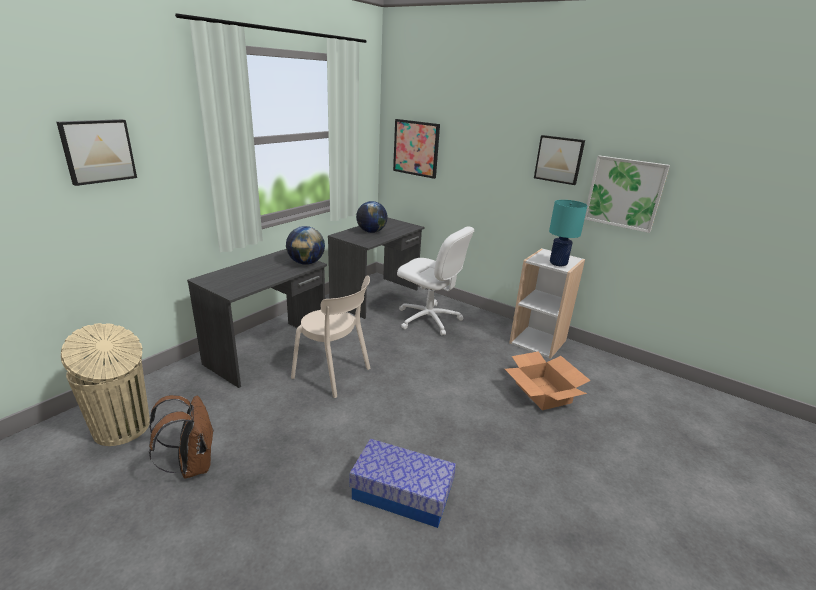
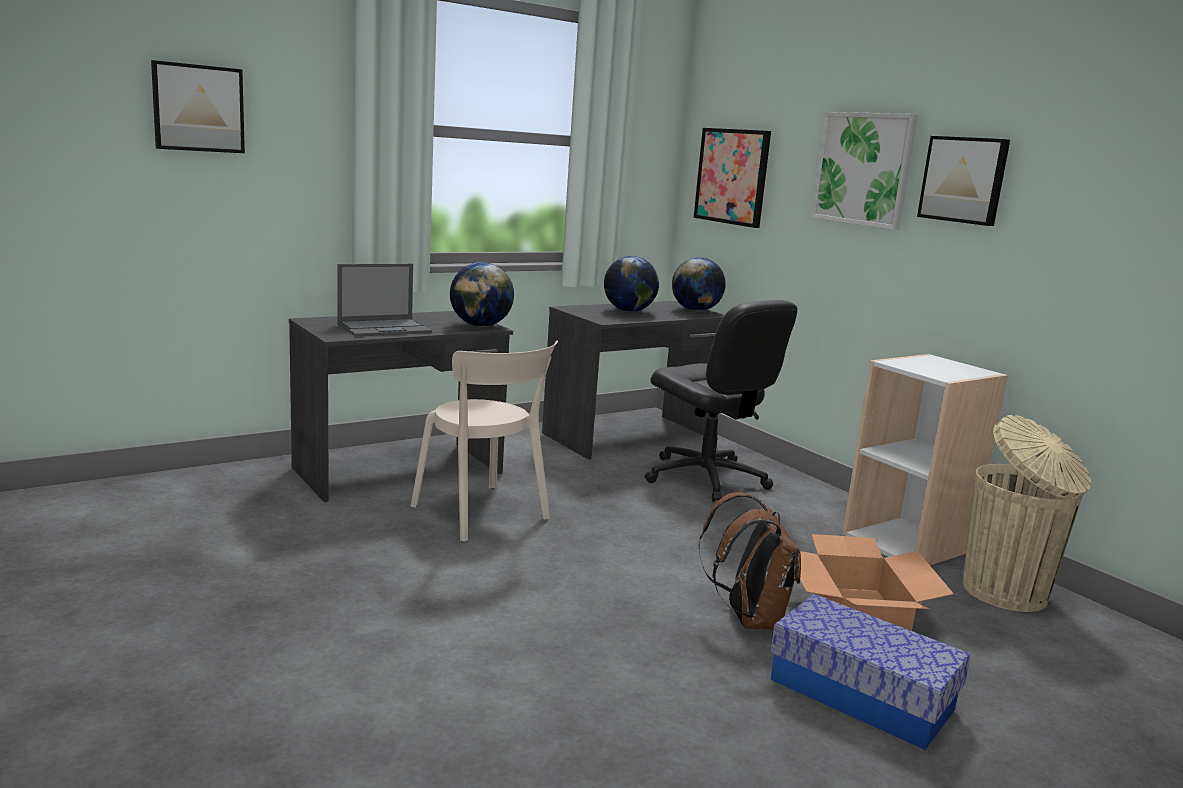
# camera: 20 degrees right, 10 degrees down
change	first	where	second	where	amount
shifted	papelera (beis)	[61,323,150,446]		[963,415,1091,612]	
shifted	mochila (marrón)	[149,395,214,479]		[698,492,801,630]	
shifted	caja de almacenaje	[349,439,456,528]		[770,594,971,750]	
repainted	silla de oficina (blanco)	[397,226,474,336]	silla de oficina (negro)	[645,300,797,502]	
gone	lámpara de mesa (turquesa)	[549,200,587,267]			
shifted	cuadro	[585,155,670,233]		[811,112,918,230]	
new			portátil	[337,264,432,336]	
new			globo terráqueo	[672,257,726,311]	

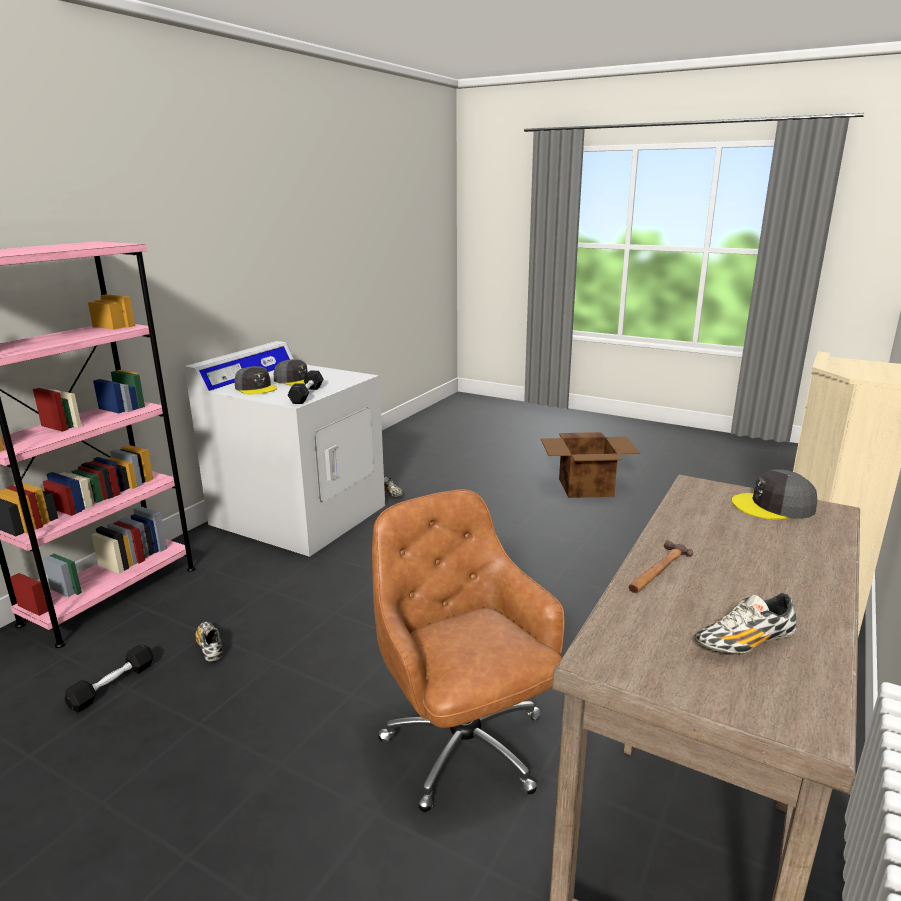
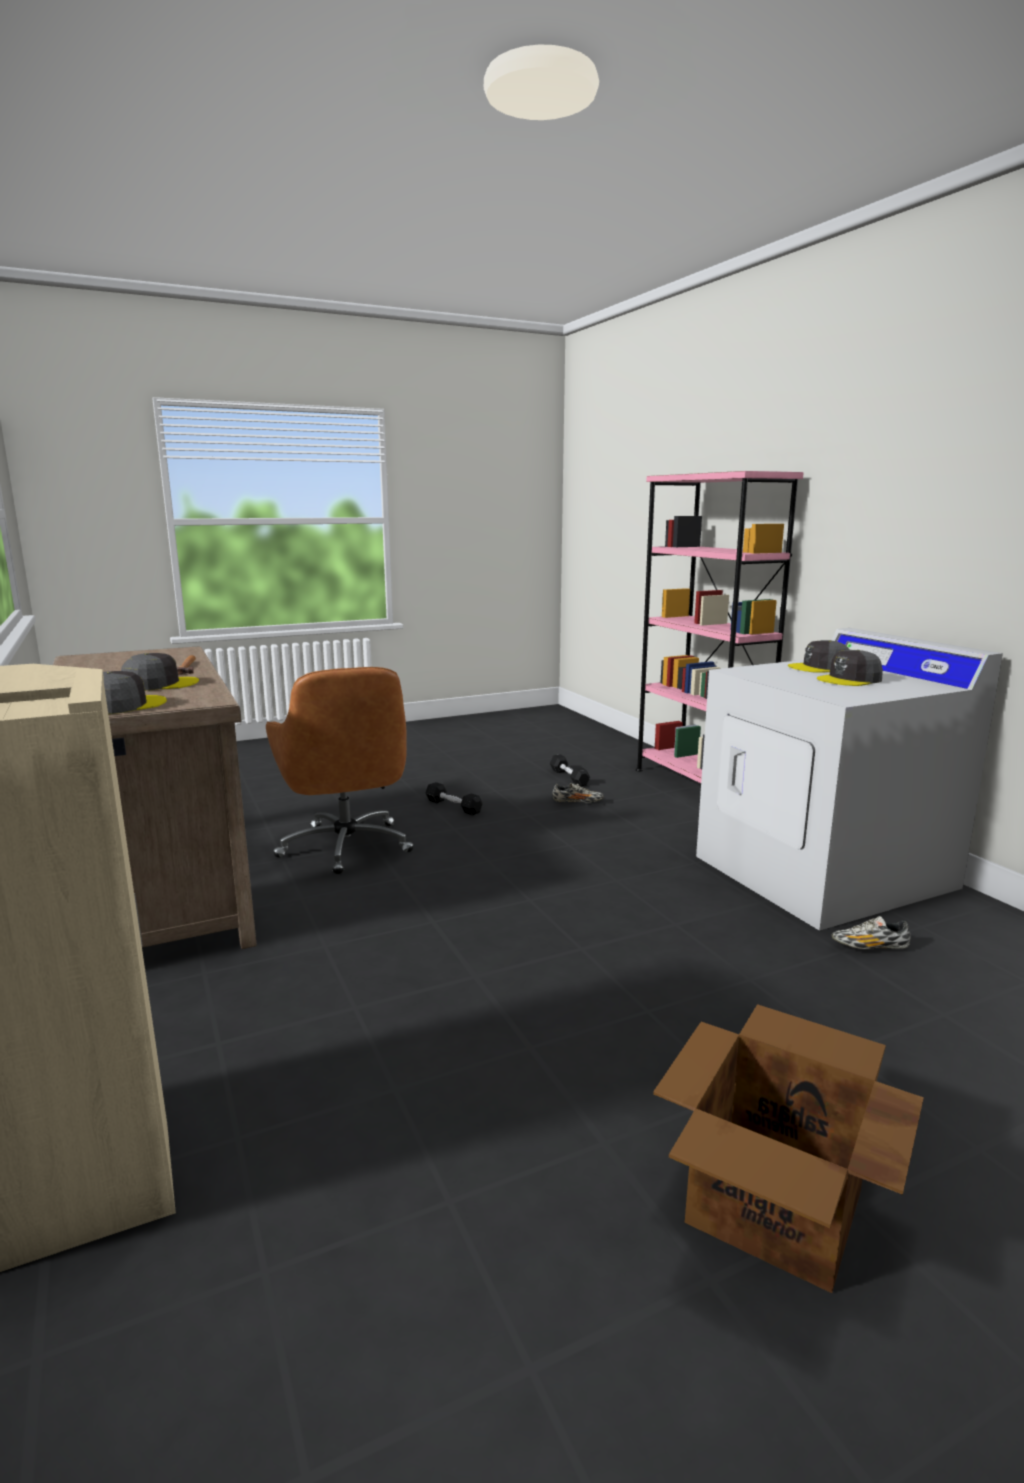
# camera: 125 degrees right, 5 degrees down
change	first	where	second	where	amount
shifted	mancuerna (negro)	[288,370,324,404]		[426,782,483,816]	
rotated	silla de oficina (marrón)	[372,489,565,812]		[266,667,413,874]	60 degrees clockwise
gone	zapato	[695,593,797,654]			
new			gorra (gris)	[121,653,199,691]	

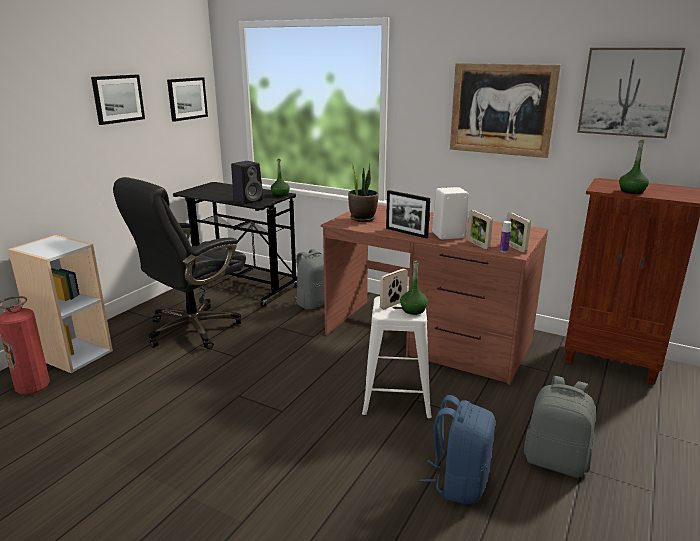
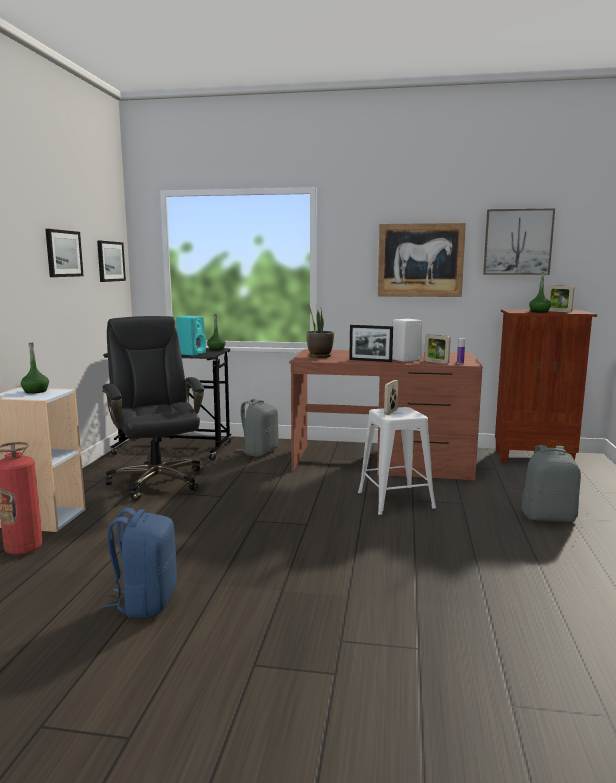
# camera: 20 degrees left, 10 degrees down
change	first	where	second	where	amount
rotated	silla de oficina (negro)	[113,177,246,349]		[102,316,204,501]	135 degrees clockwise
repainted	altavoz (negro)	[231,161,263,204]	altavoz (turquesa)	[176,316,206,356]	
shifted	botella (verde)	[400,261,428,315]		[21,343,49,394]	
shifted	mochila (azul)	[420,395,495,504]		[102,508,177,618]	
shifted	portarretratos	[506,212,531,253]		[547,285,575,312]	

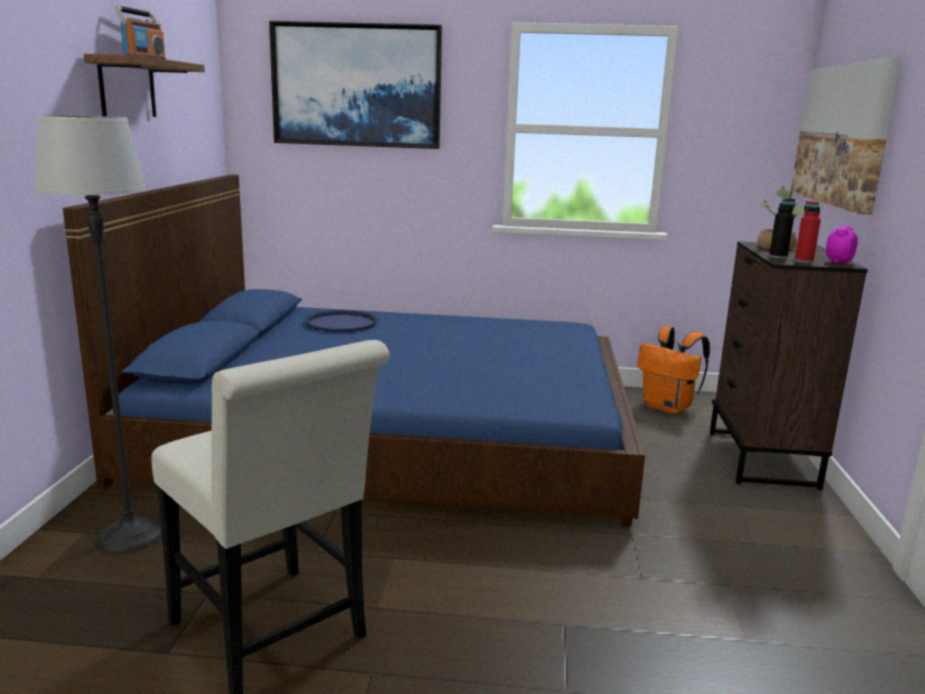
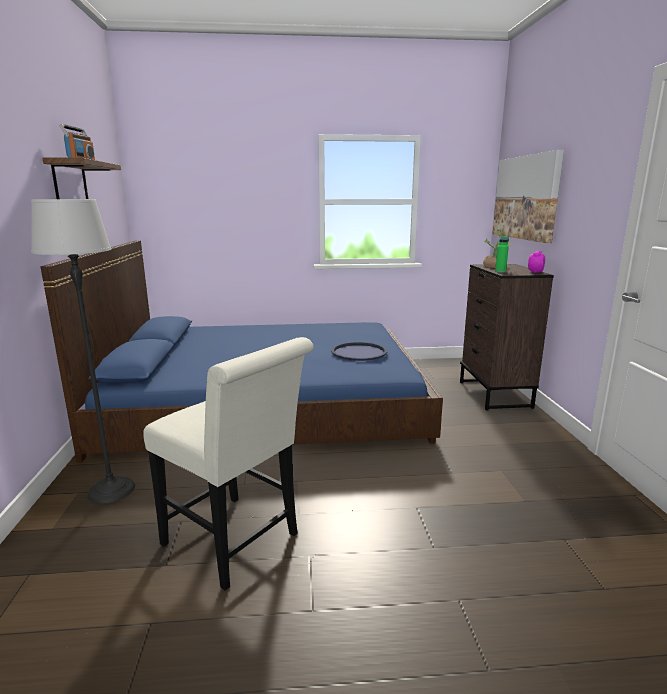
# camera: 10 degrees left, 0 degrees up
change	first	where	second	where	amount
gone	cuadro	[269,21,442,149]			
shifted	bandeja (azul)	[304,310,378,332]		[331,342,387,361]	
gone	mochila (naranja)	[637,326,710,414]			
repainted	botella (negro)	[769,198,795,259]	botella (verde)	[495,236,509,273]	
gone	botella (rojo)	[795,201,821,263]			

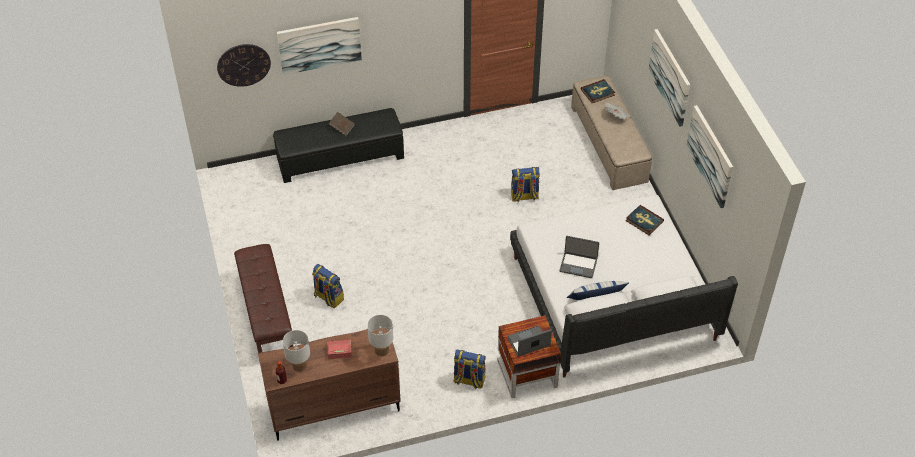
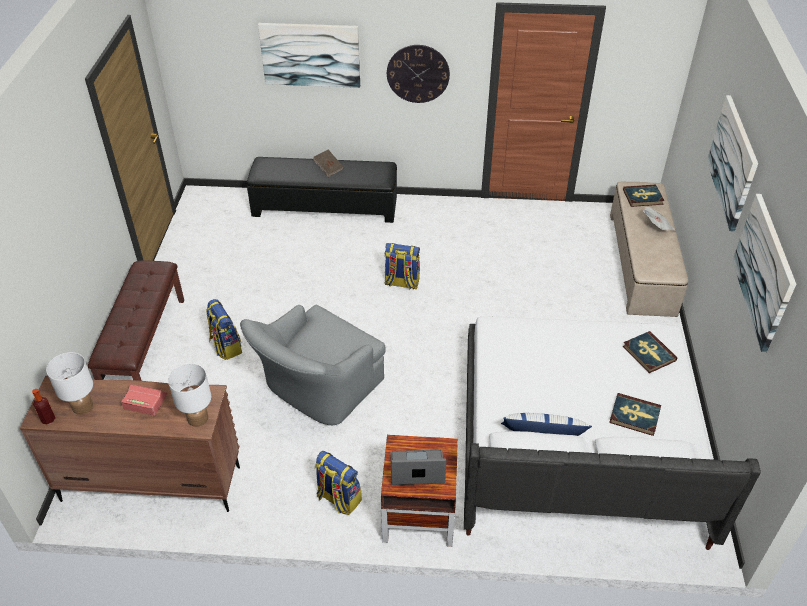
# camera: 20 degrees right, 5 degrees down
change	first	where	second	where	amount
shifted	reloj de pared	[217,44,271,87]		[387,45,450,103]	
shifted	mochila	[511,167,540,202]		[385,243,420,290]	
gone	portátil	[559,236,599,278]			
new			sillón (gris)	[240,305,386,425]	
new			libro	[609,393,661,436]	

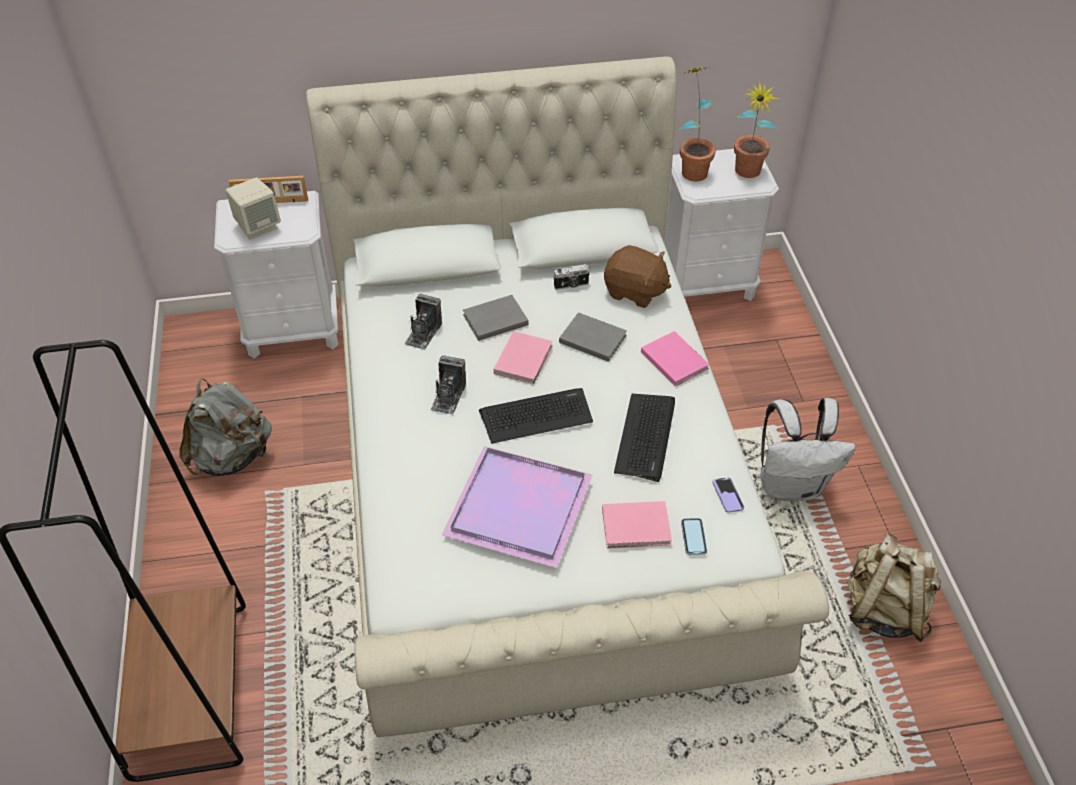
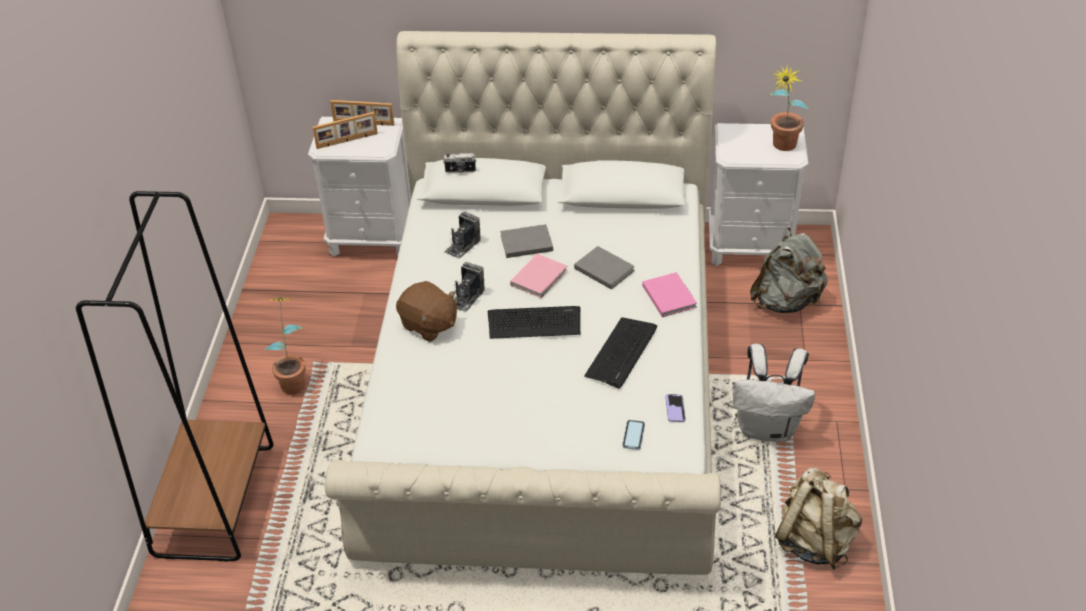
# camera: 15 degrees right, 5 degrees down
change	first	where	second	where	amount
shifted	mochila (gris)	[179,379,272,476]		[750,227,828,313]	
swapped	altavoz (beis)	[226,177,281,240]	portarretratos	[312,112,378,149]	
gone	bandeja (morado)	[442,446,592,568]			
shifted	cámara	[553,264,590,290]		[443,153,476,173]	
gone	libro (rosa)	[602,501,672,549]			
shifted	peluche (marrón)	[604,245,671,308]		[396,281,457,342]	
shifted	planta en maceta	[678,67,716,181]		[264,297,306,395]	

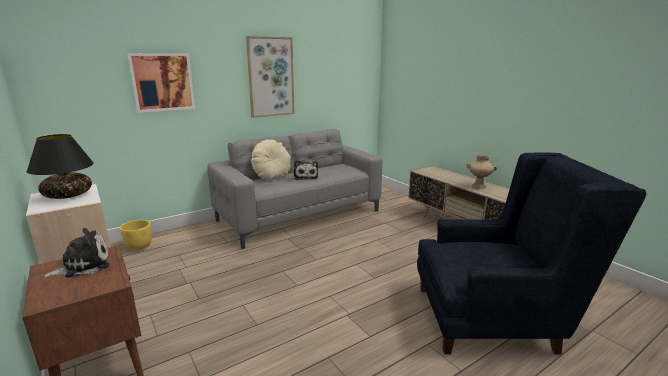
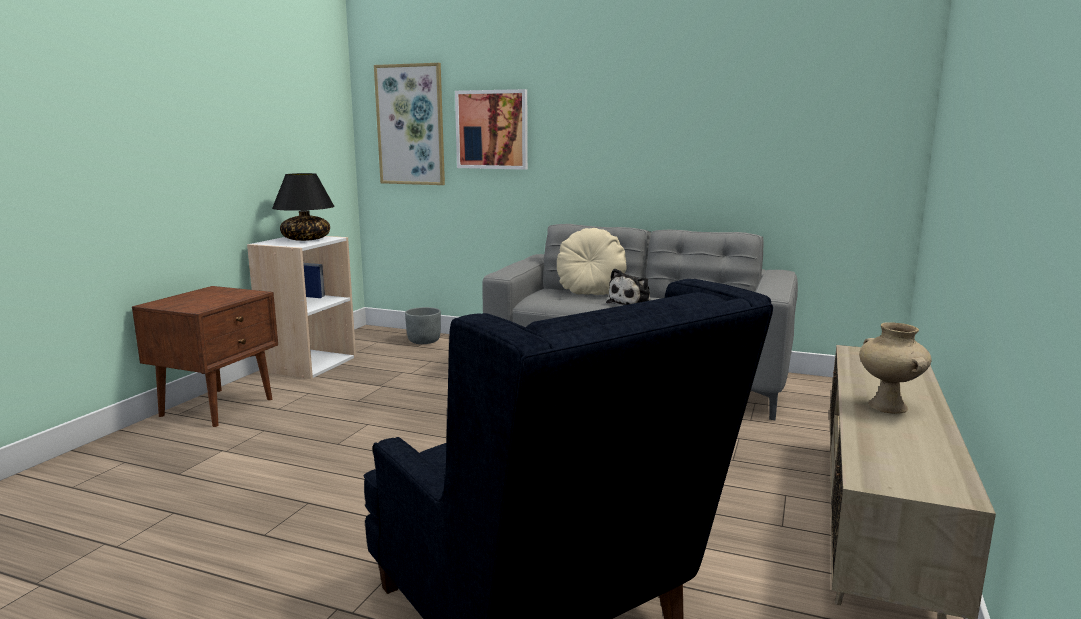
# camera: 55 degrees right, 5 degrees down
change	first	where	second	where	amount
gone	peluche	[43,228,109,278]			
repainted	maceta (amarillo)	[120,220,152,250]	maceta (gris)	[405,307,441,344]	
shifted	cuadro	[246,36,294,118]		[374,63,445,185]	

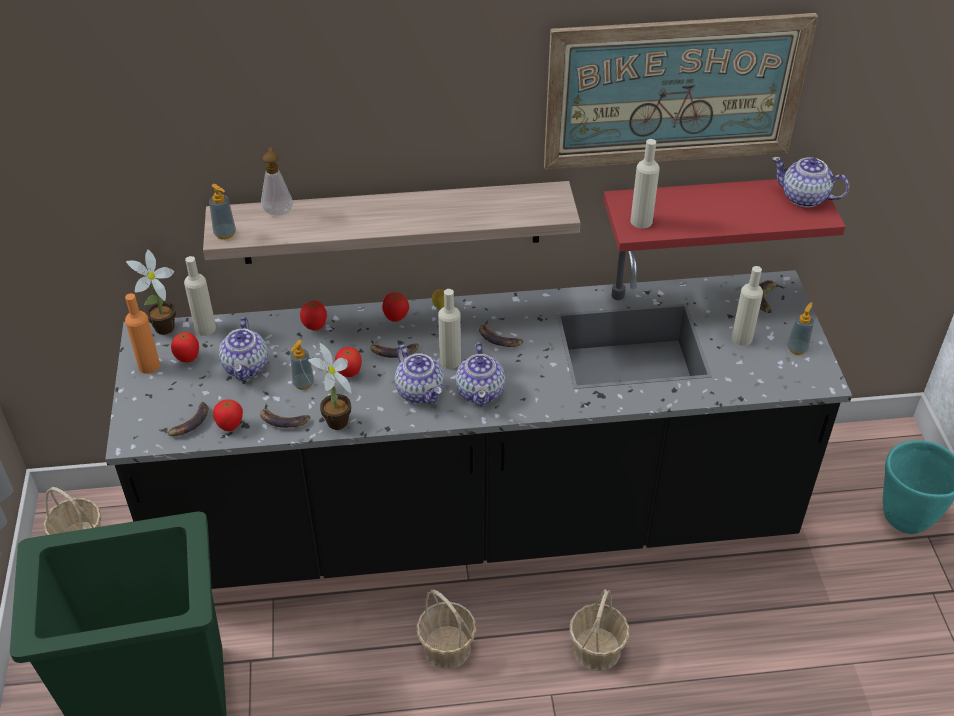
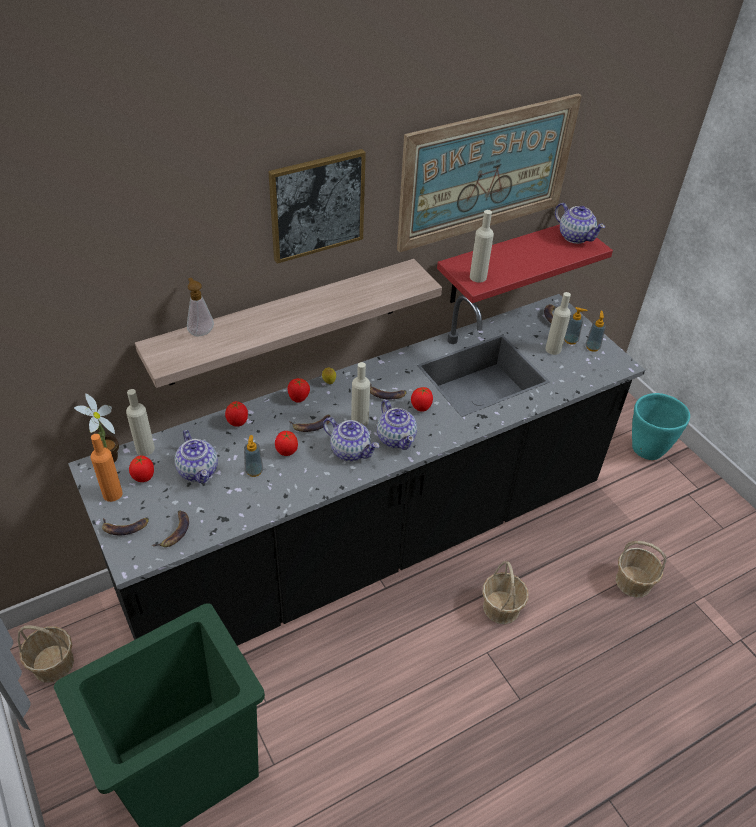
# camera: 25 degrees left, 0 degrees up
change	first	where	second	where	amount
shifted	dispensador de jabón	[209,184,236,240]		[564,307,588,345]	
shifted	tomate	[213,399,243,431]		[411,387,433,412]	
shifted	plátano	[260,403,310,428]		[102,517,149,535]	
gone	planta en maceta	[308,343,352,430]			
shifted	cesta	[416,589,477,669]		[616,541,666,598]	
rotated	tetera	[772,157,849,207]		[555,203,605,244]	135 degrees counterclockwise
new			cuadro	[268,149,366,264]	

